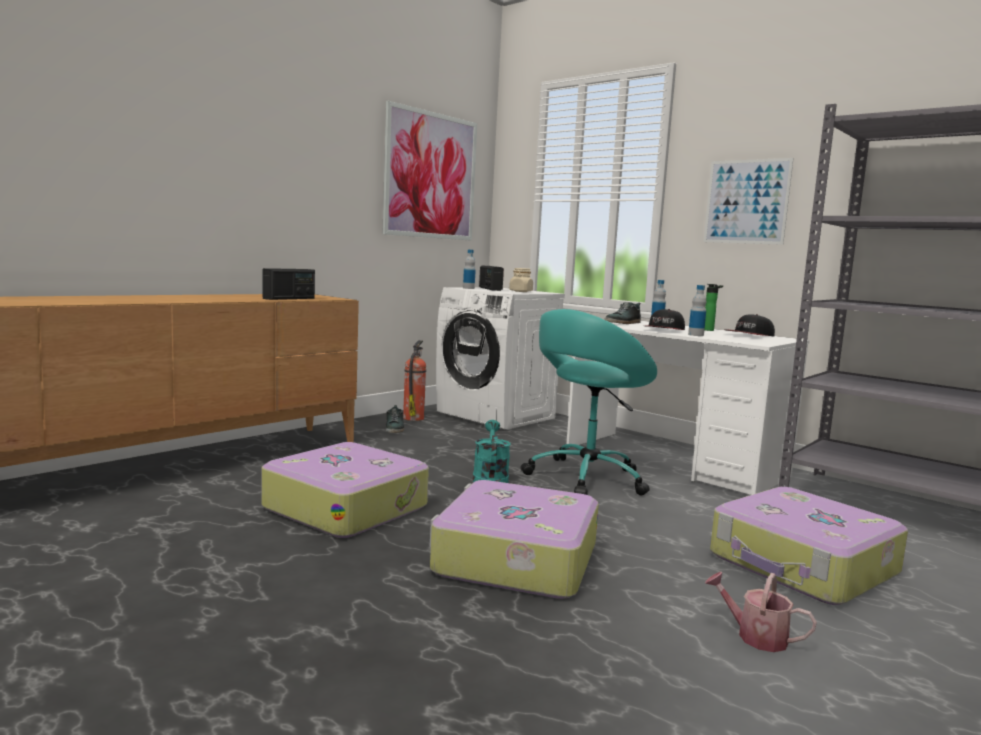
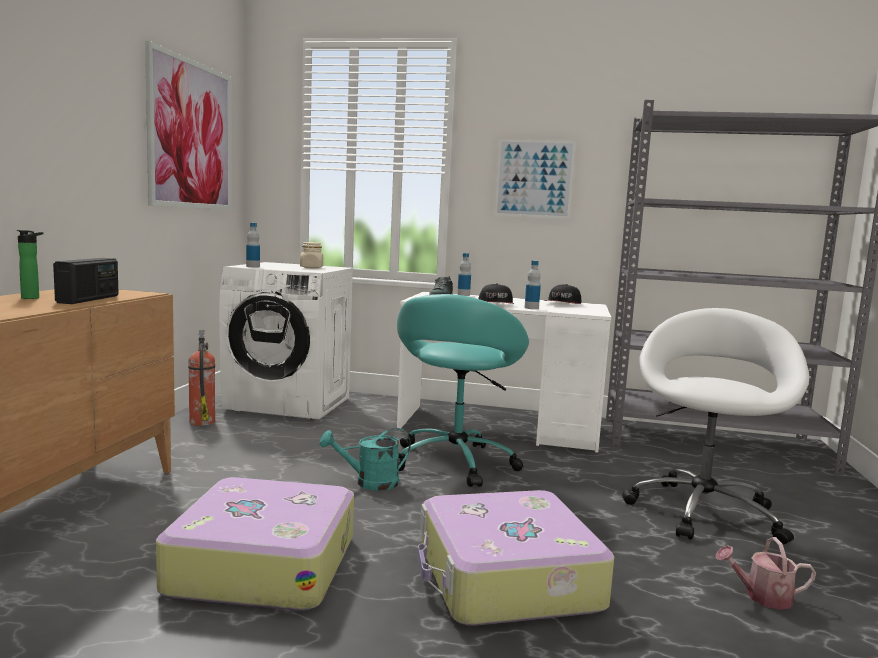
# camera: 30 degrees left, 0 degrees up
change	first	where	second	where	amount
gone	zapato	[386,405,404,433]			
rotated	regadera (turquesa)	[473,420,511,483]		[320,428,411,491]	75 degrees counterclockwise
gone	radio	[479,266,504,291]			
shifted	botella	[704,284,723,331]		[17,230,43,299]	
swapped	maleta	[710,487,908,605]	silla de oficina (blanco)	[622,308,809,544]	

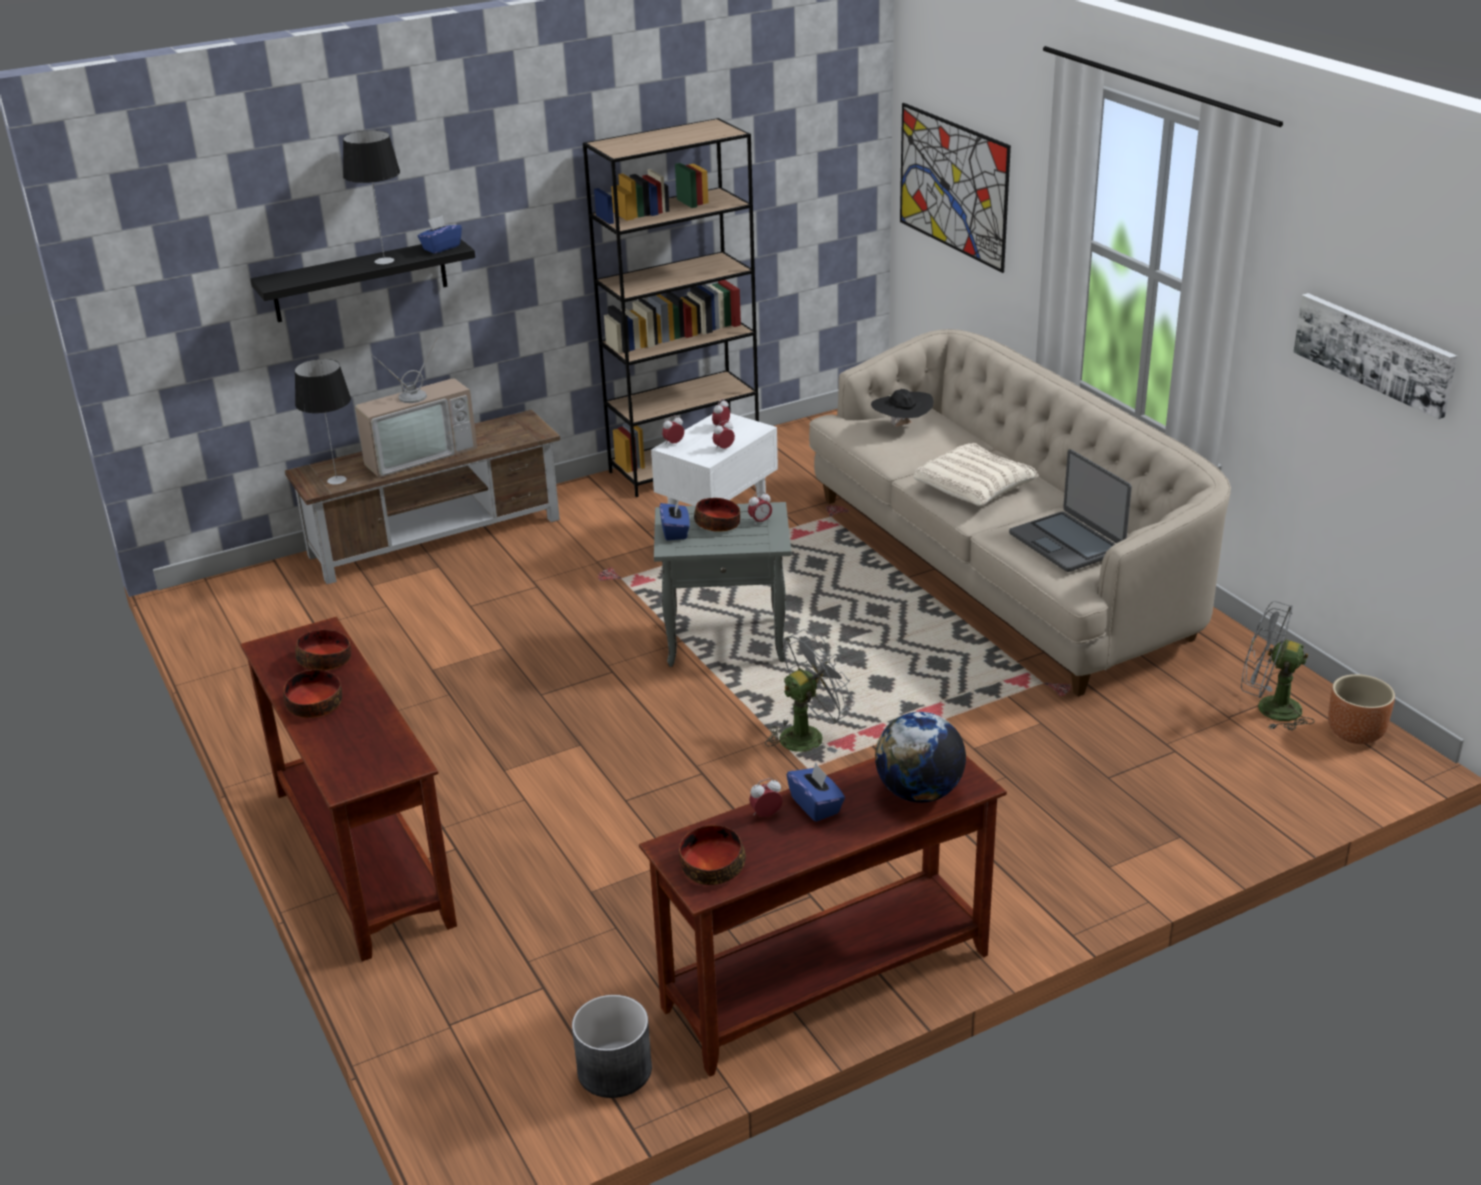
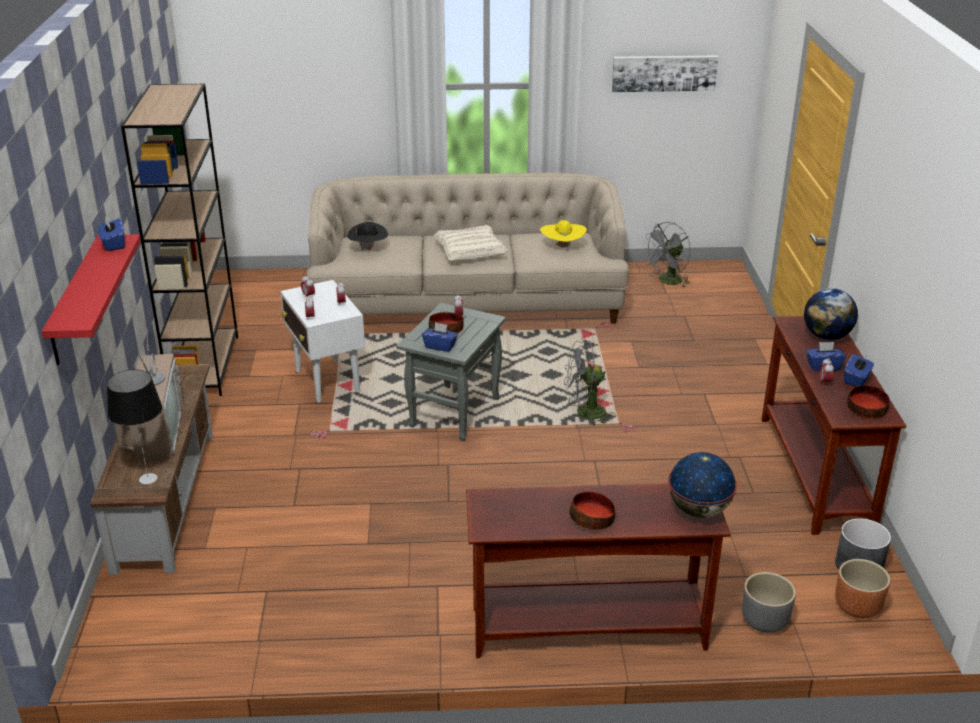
# camera: 65 degrees left, 0 degrees up
change	first	where	second	where	amount
repainted	estante (negro)	[250,240,475,322]	estante (rojo)	[42,234,141,365]	
gone	cuenco	[295,630,351,670]			
gone	lámpara de mesa	[343,130,400,264]			
rotated	ventilador (gris)	[765,629,855,753]		[564,341,615,425]	90 degrees counterclockwise
gone	cuadro	[900,103,1011,273]			
swapped	portátil	[1009,449,1132,572]	sombrero (amarillo)	[540,220,587,249]	
shifted	maceta (marrón)	[1328,674,1395,744]		[835,559,890,618]	
new			globo terráqueo	[668,452,737,518]	
new			maceta (gris)	[742,572,796,633]	
new			caja de pañuelos (azul)	[844,354,874,386]	

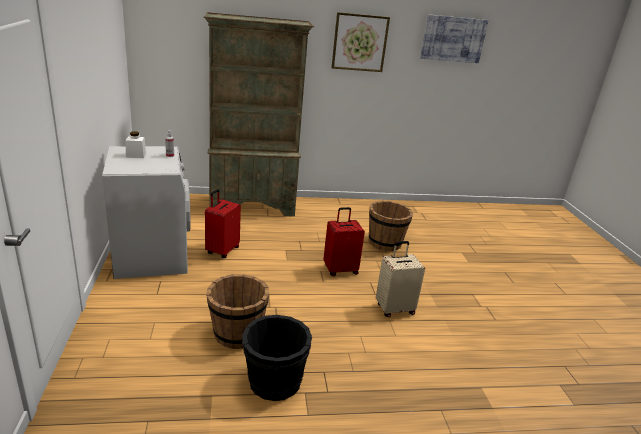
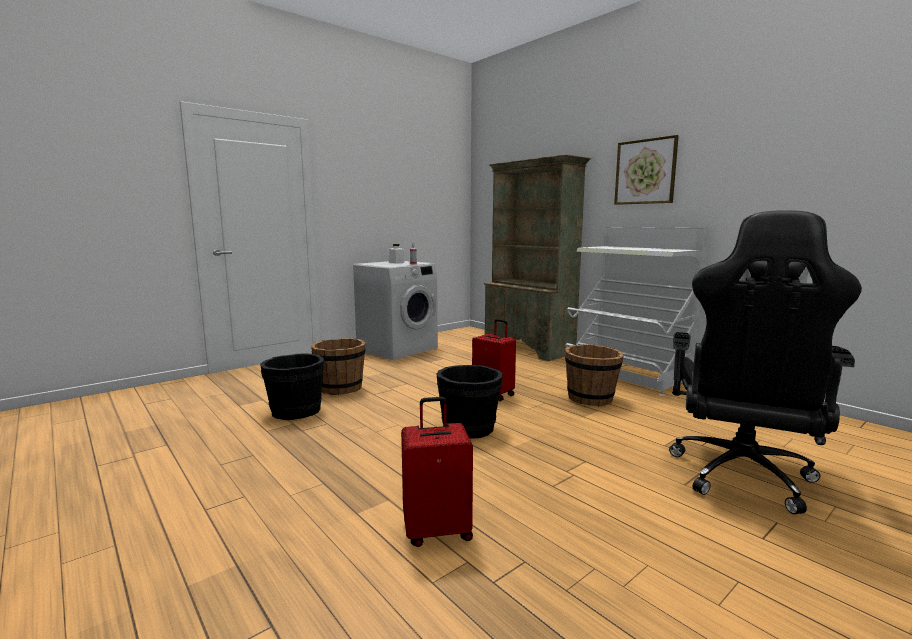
# camera: 60 degrees right, 15 degrees down
change	first	where	second	where	amount
shifted	maleta (rojo)	[205,189,241,258]		[401,397,473,547]	
swapped	maleta (beis)	[376,241,425,317]	cubo (negro)	[436,365,503,439]	
gone	cuadro	[420,14,489,63]			
new			zapatero (blanco)	[565,227,709,396]	
new			silla de oficina (negro)	[669,210,862,514]	

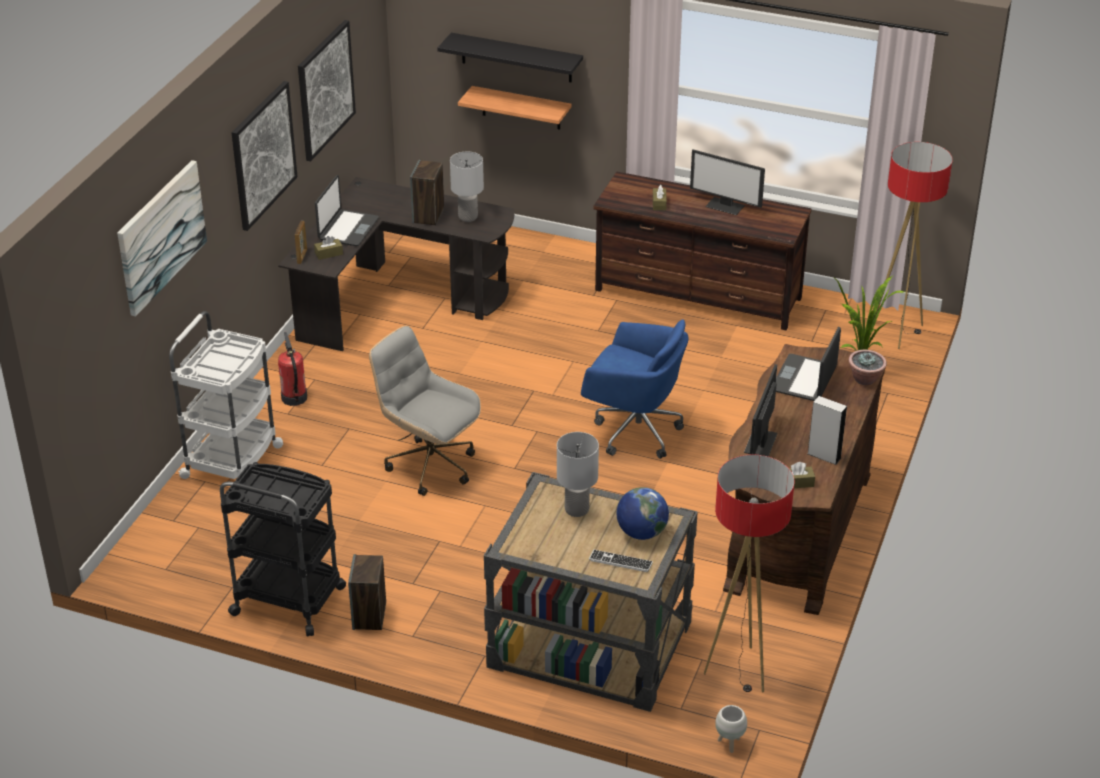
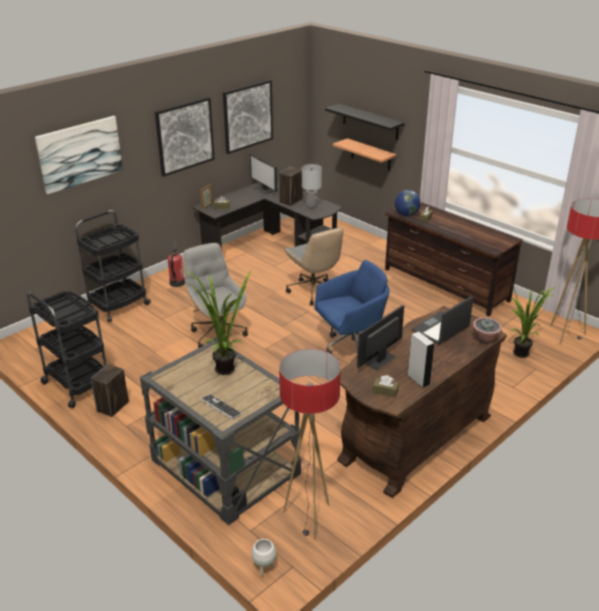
# camera: 25 degrees right, 5 degrees down
change	first	where	second	where	amount
repainted	carrito (blanco)	[169,311,283,479]	carrito (negro)	[75,210,151,322]	
gone	portátil	[315,175,379,246]			
swapped	lámpara de mesa (gris)	[557,432,599,517]	planta en maceta	[184,270,252,375]	
rotated	silla de oficina (azul)	[581,319,689,459]		[314,260,390,354]	75 degrees counterclockwise
shifted	globo terráqueo	[617,487,669,540]		[395,190,421,216]	
shifted	monitor	[690,149,765,215]		[250,154,277,195]	
new			silla de oficina (gris)	[284,227,343,306]	

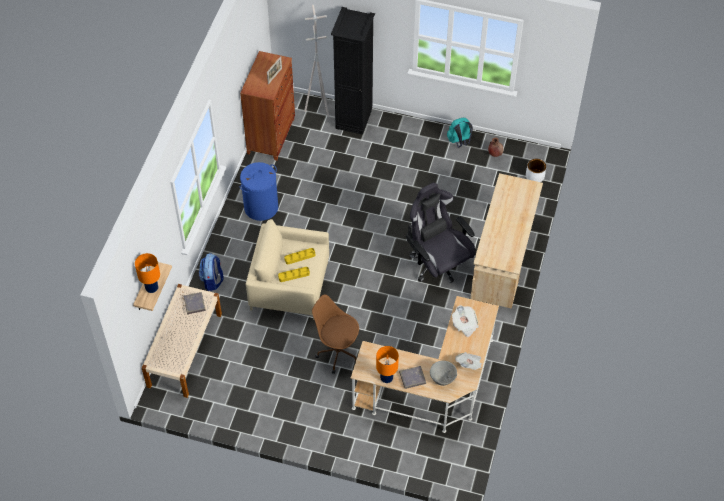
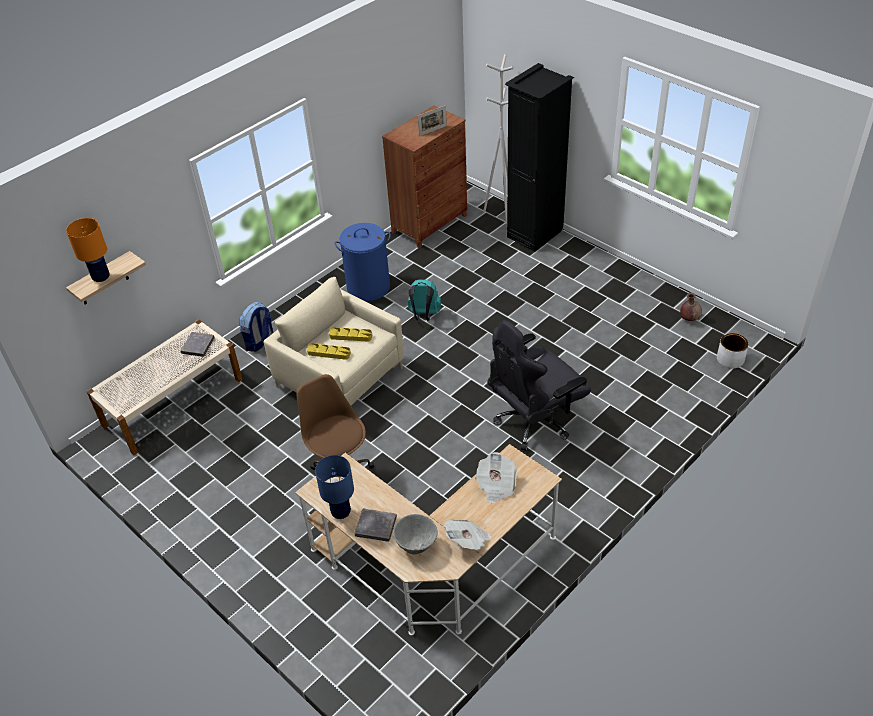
# camera: 30 degrees right, 10 degrees down
change	first	where	second	where	amount
repainted	lámpara de mesa (naranja)	[376,346,399,383]	lámpara de mesa (azul)	[315,455,354,519]	
rotated	silla de oficina (negro)	[406,183,475,283]		[487,320,591,451]	120 degrees counterclockwise
shifted	mochila (turquesa)	[447,118,473,147]		[408,279,441,321]	
gone	escritorio (beis)	[470,173,543,309]			

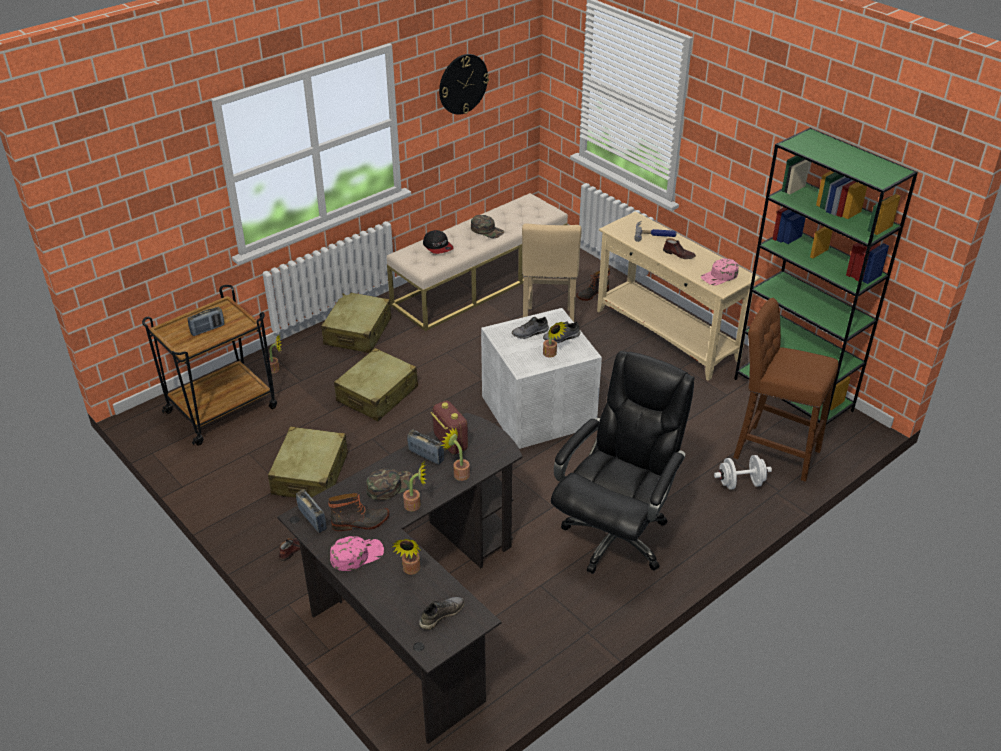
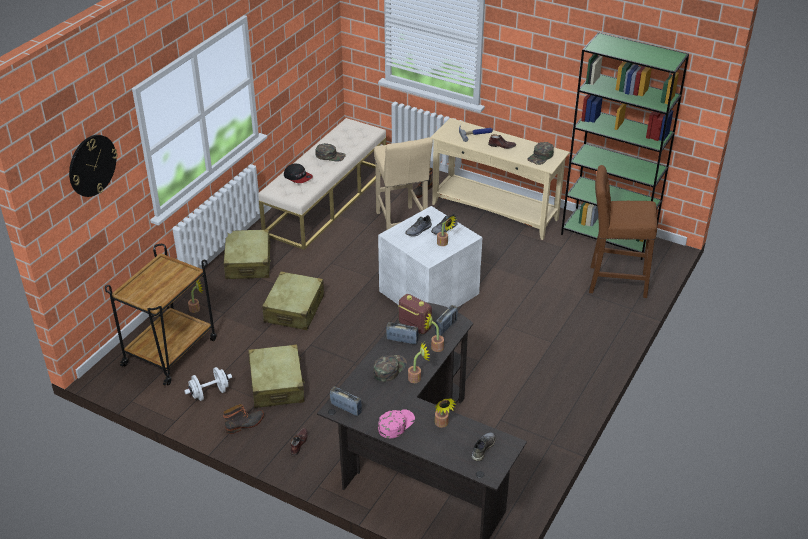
# camera: 20 degrees left, 0 degrees up
change	first	where	second	where	amount
shifted	radio	[188,307,224,336]		[435,305,458,336]	
shifted	bota	[328,493,389,531]		[223,404,264,434]	
shifted	reloj de pared	[439,54,489,115]		[69,135,118,197]	
gone	silla de oficina (negro)	[551,351,695,574]			
repainted	gorra (rosa)	[701,258,739,285]	gorra (verde)	[527,142,554,165]	
shifted	mancuerna (blanco)	[714,455,772,490]		[184,367,232,401]	

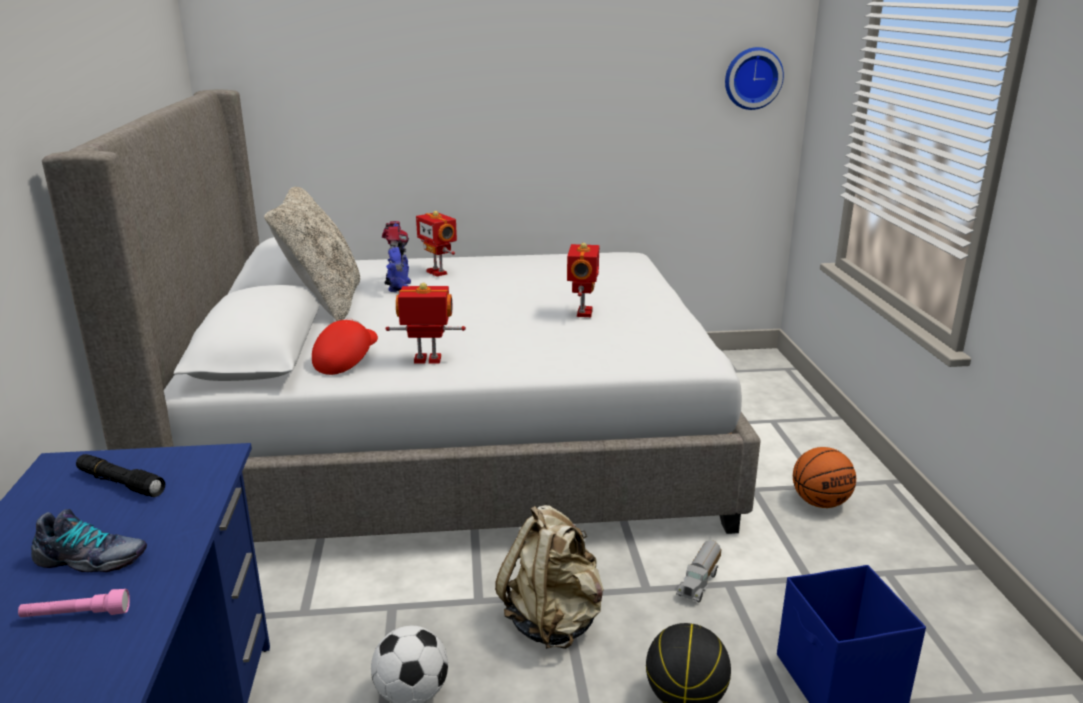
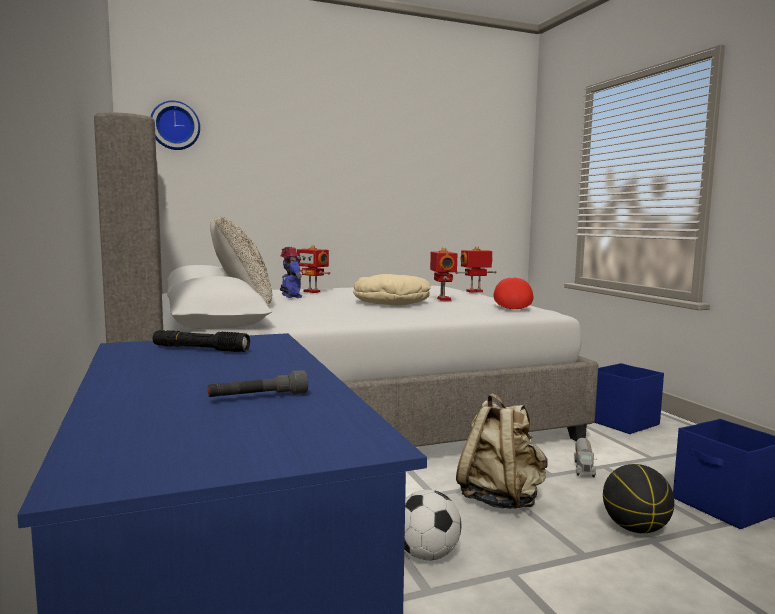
# camera: 15 degrees left, 15 degrees down
change	first	where	second	where	amount
repainted	linterna (rosa)	[18,589,130,617]	linterna (gris)	[208,370,308,397]	
gone	zapato	[31,509,147,572]			
shifted	gorra (rojo)	[312,318,378,375]		[493,277,533,309]	
shifted	robot de juguete	[385,283,466,364]		[455,246,496,292]	
shifted	reloj de pared	[725,47,784,110]		[150,101,200,150]	
swapped	balón de baloncesto	[793,447,856,508]	caja de almacenaje (azul)	[594,363,664,434]	
new			cojín (beis)	[353,274,431,305]	

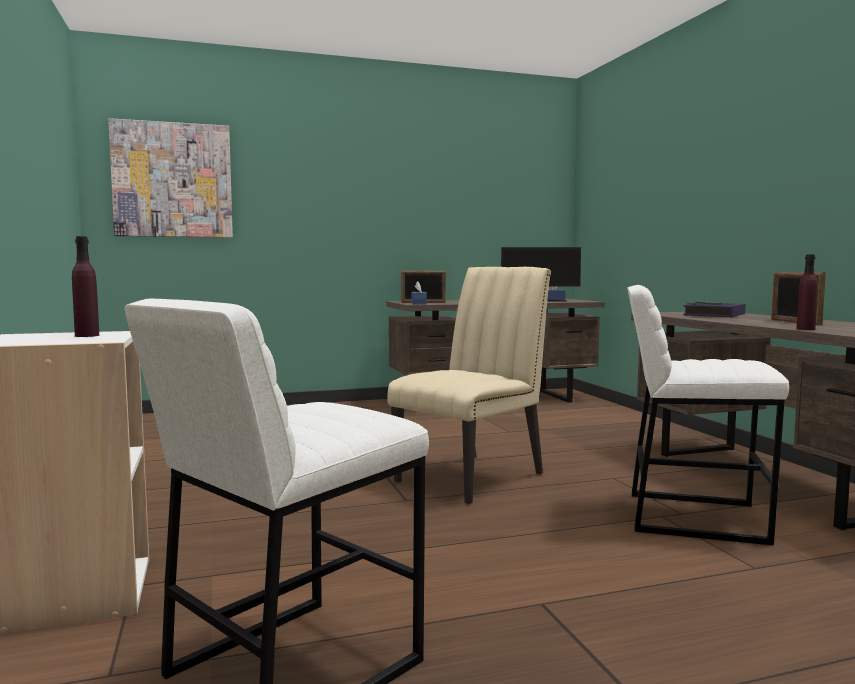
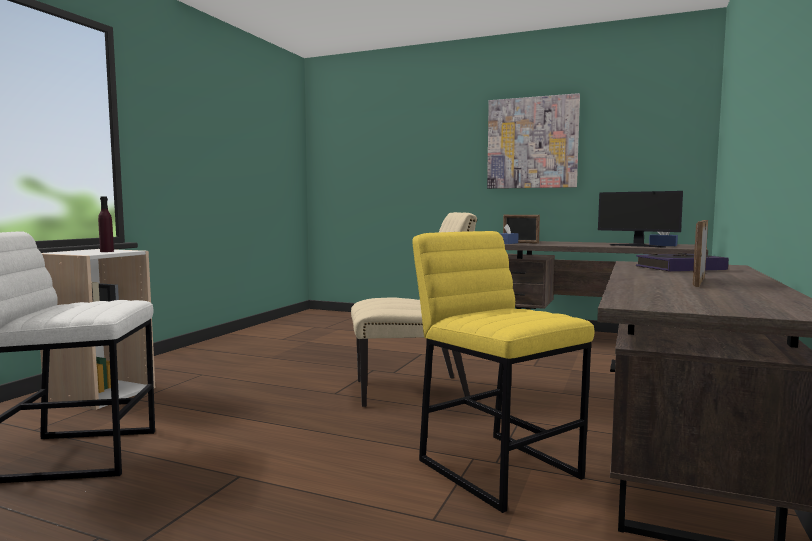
# camera: 40 degrees right, 0 degrees up
change	first	where	second	where	amount
shifted	cuadro	[108,118,233,238]		[487,93,580,189]	
repainted	silla (blanco)	[627,285,789,545]	silla (amarillo)	[413,231,595,513]	
gone	botella (morado)	[796,254,818,330]			

